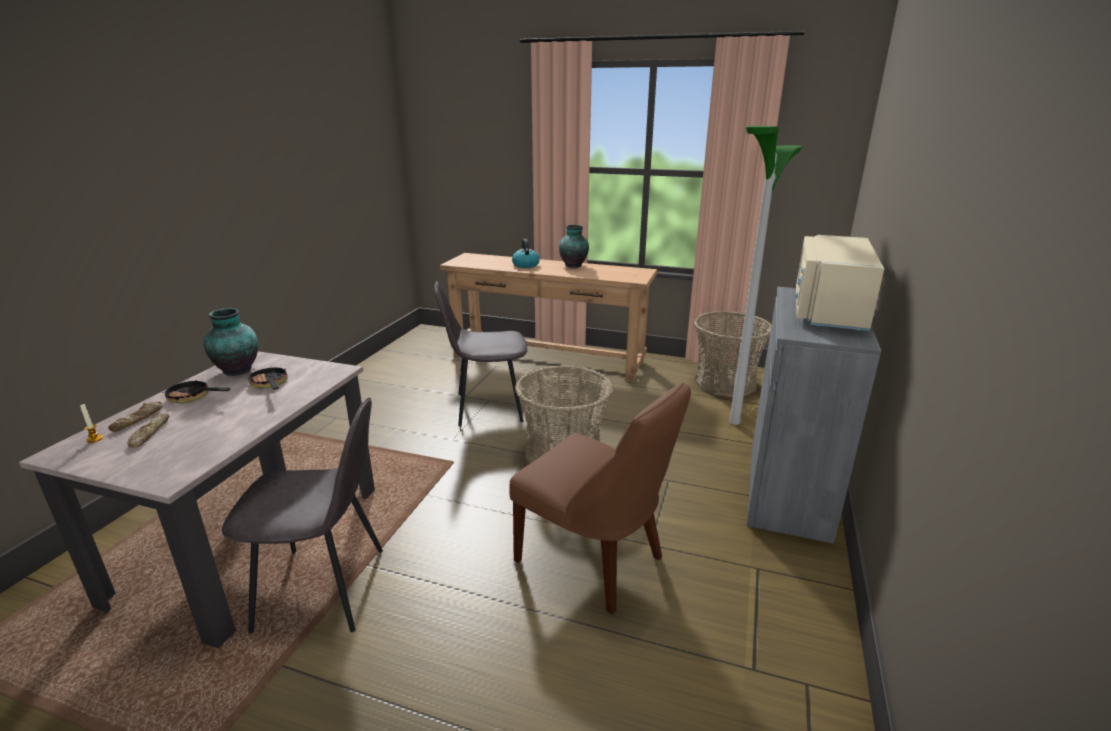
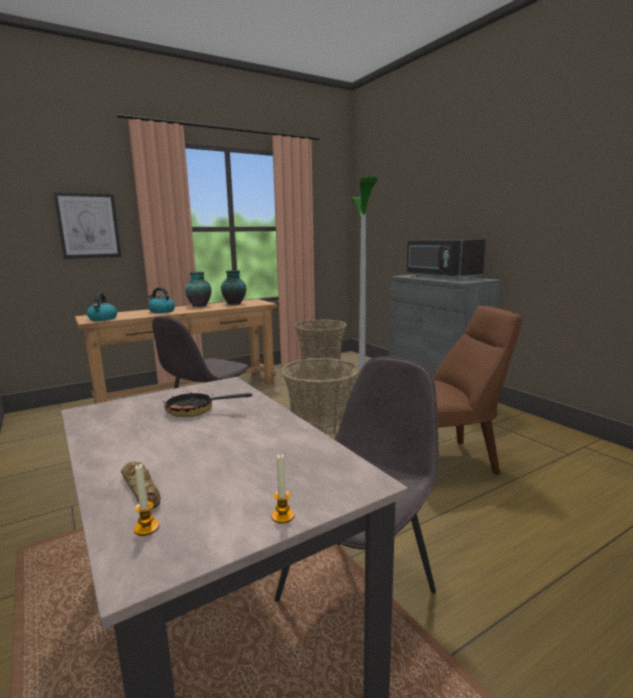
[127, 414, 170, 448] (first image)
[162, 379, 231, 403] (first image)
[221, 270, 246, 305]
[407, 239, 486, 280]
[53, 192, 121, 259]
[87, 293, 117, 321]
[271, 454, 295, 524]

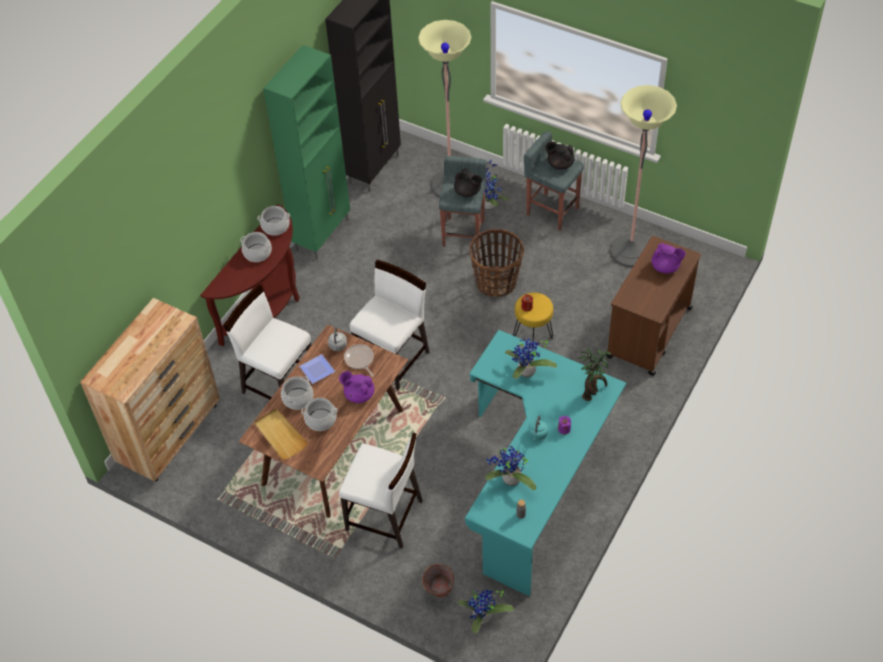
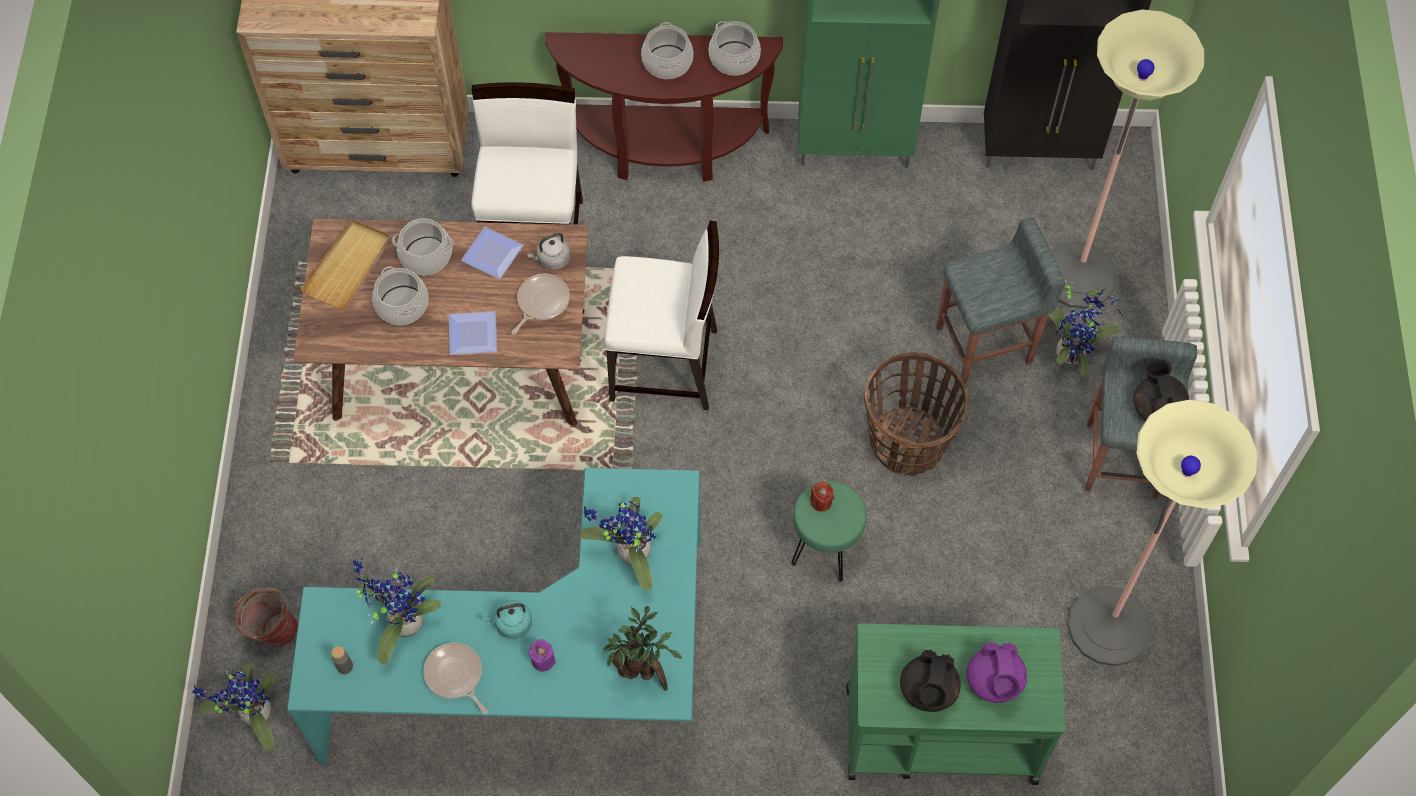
[449, 311, 497, 355]
[339, 432, 423, 548] (first image)
[900, 649, 961, 712]
[792, 481, 867, 582]
[846, 623, 1066, 785]
[423, 643, 488, 714]

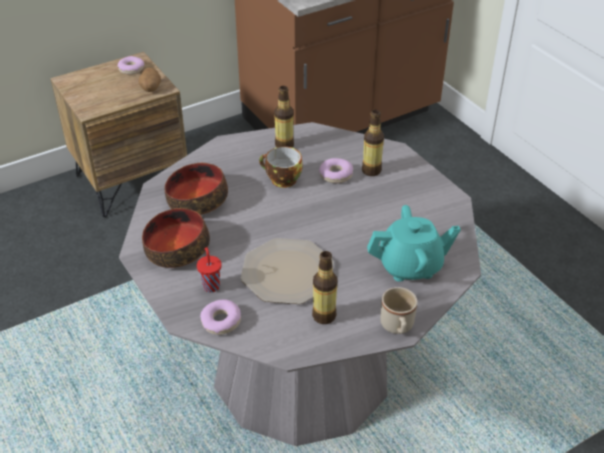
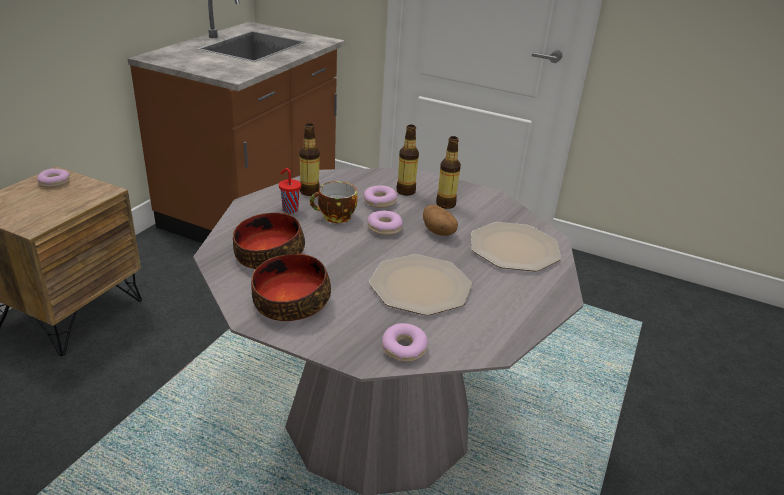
[423, 205, 458, 236]
[279, 168, 301, 213]
[436, 136, 461, 209]
[471, 222, 561, 271]
[380, 287, 417, 334] (first image)
[367, 211, 403, 235]

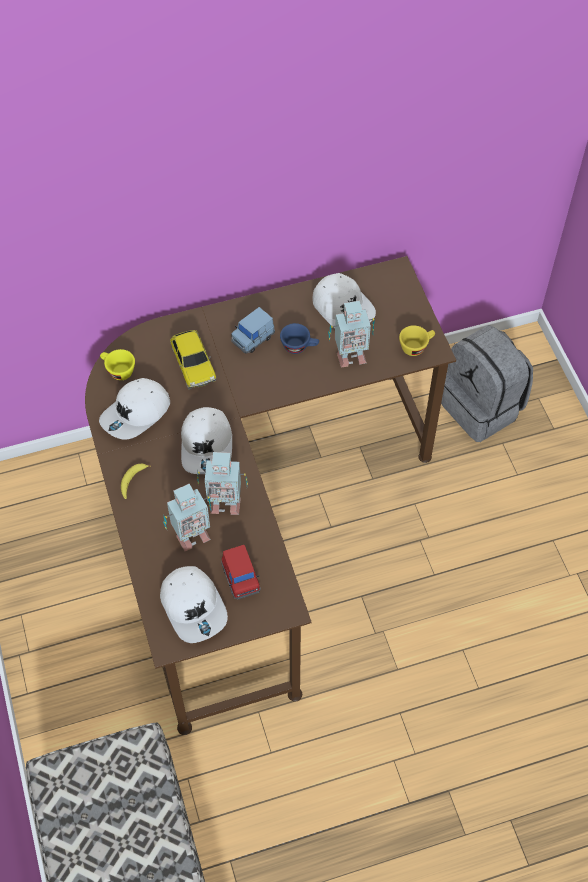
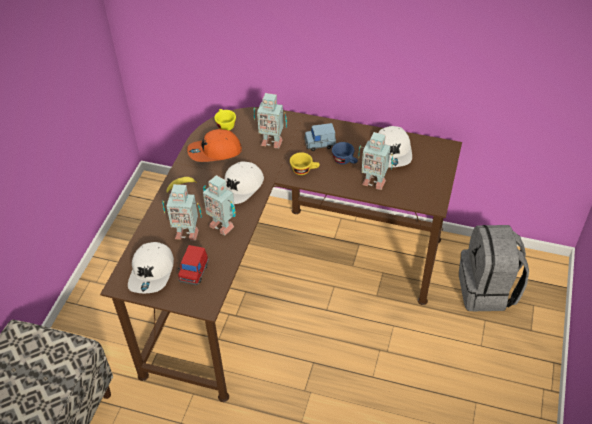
[187, 129, 242, 162]
[253, 93, 287, 148]
[290, 152, 320, 175]

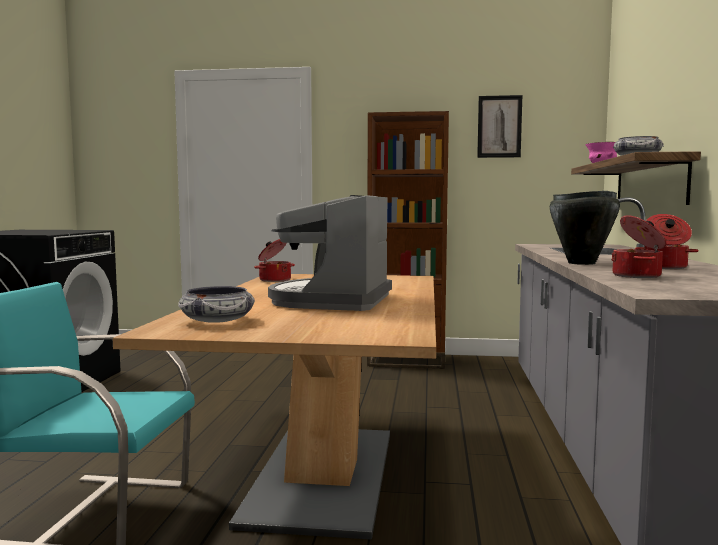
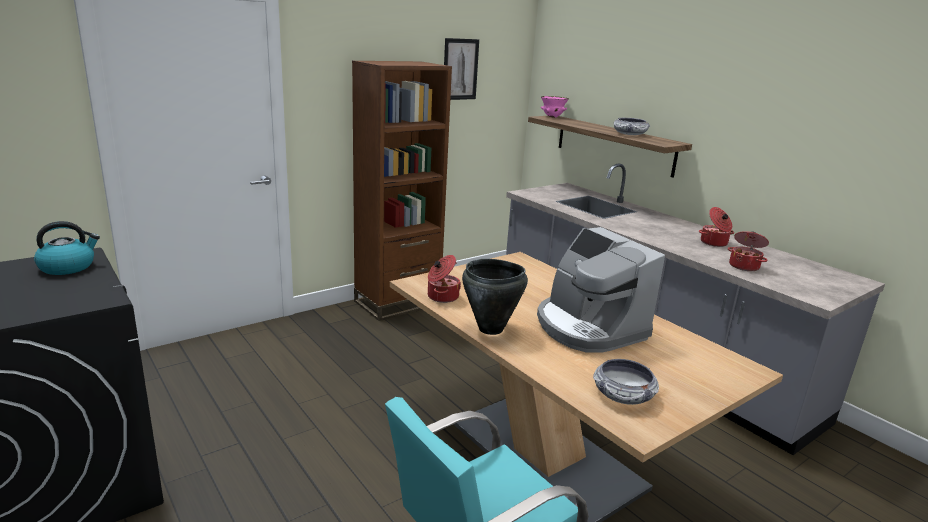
[462, 259, 528, 335]
[34, 221, 100, 275]

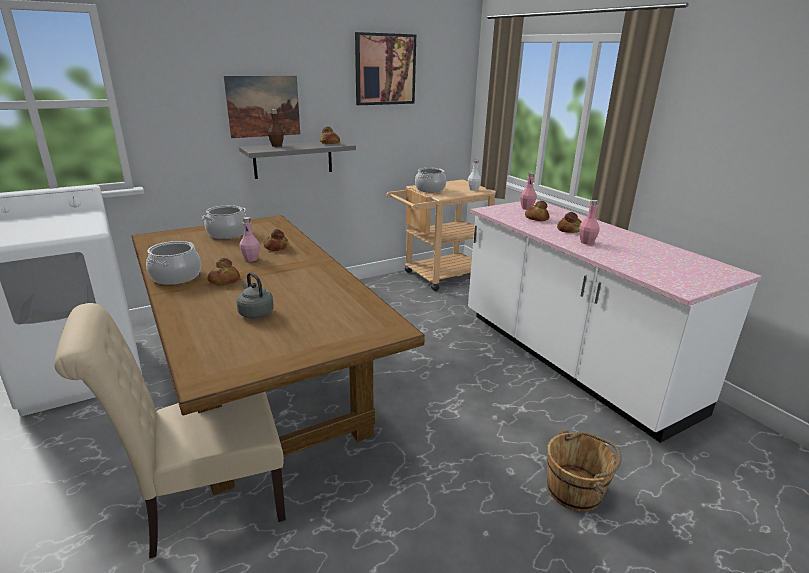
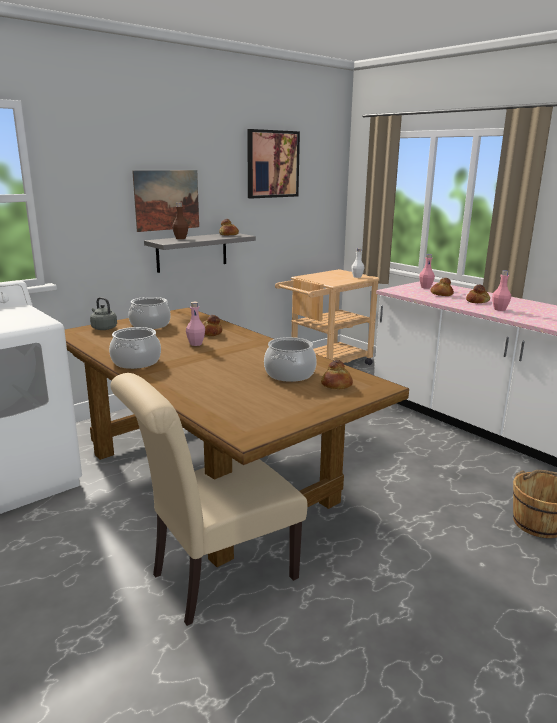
[321, 360, 353, 389]
[90, 297, 117, 330]
[264, 337, 317, 382]

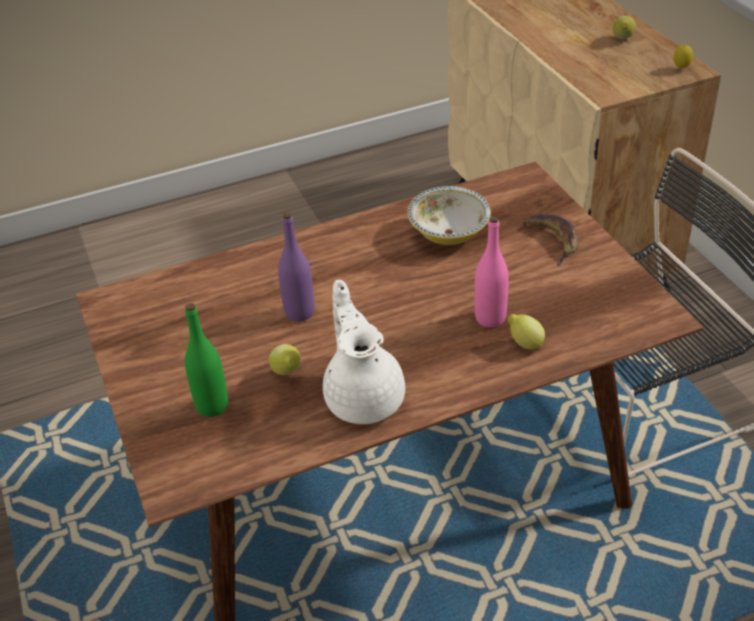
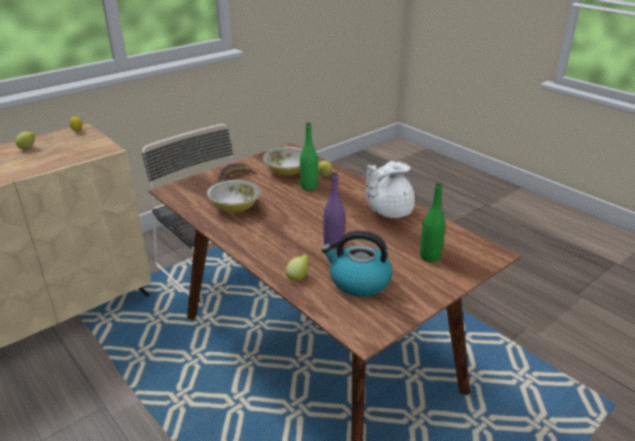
[286, 255, 309, 282]
[300, 123, 318, 191]
[263, 147, 303, 176]
[321, 230, 392, 297]

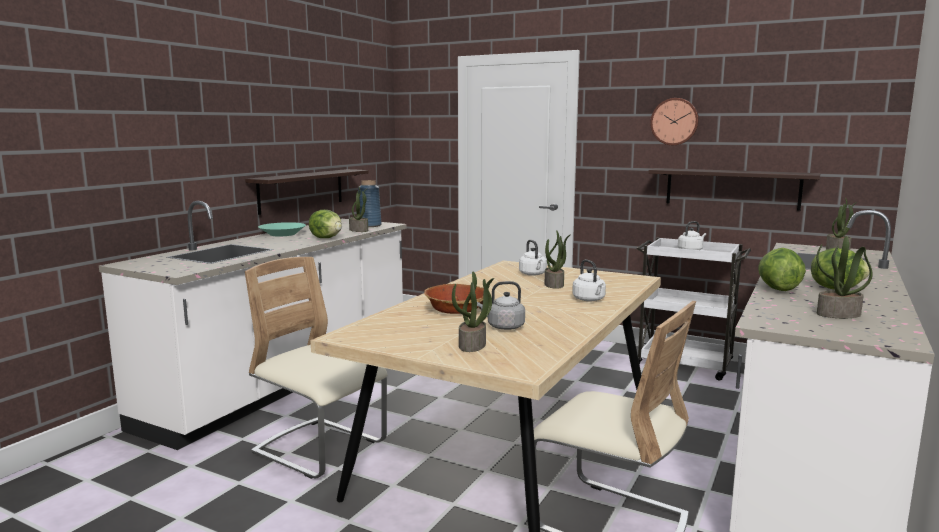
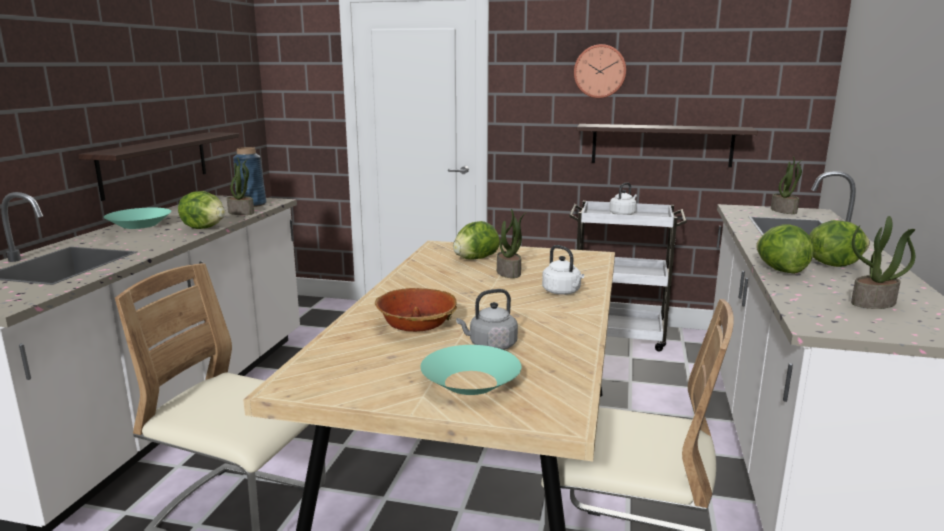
[420, 345, 521, 395]
[453, 221, 500, 259]

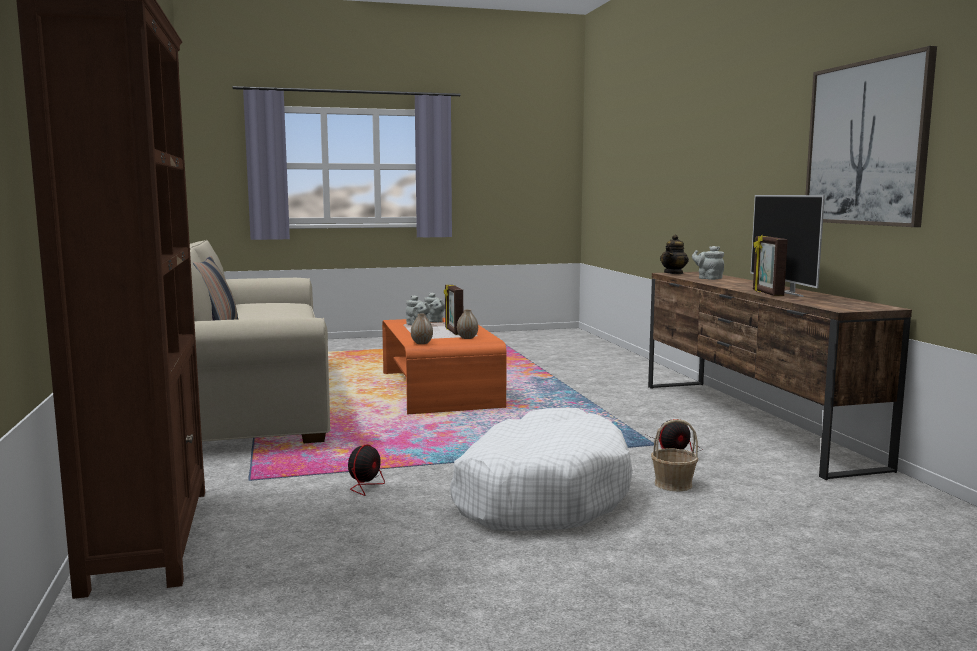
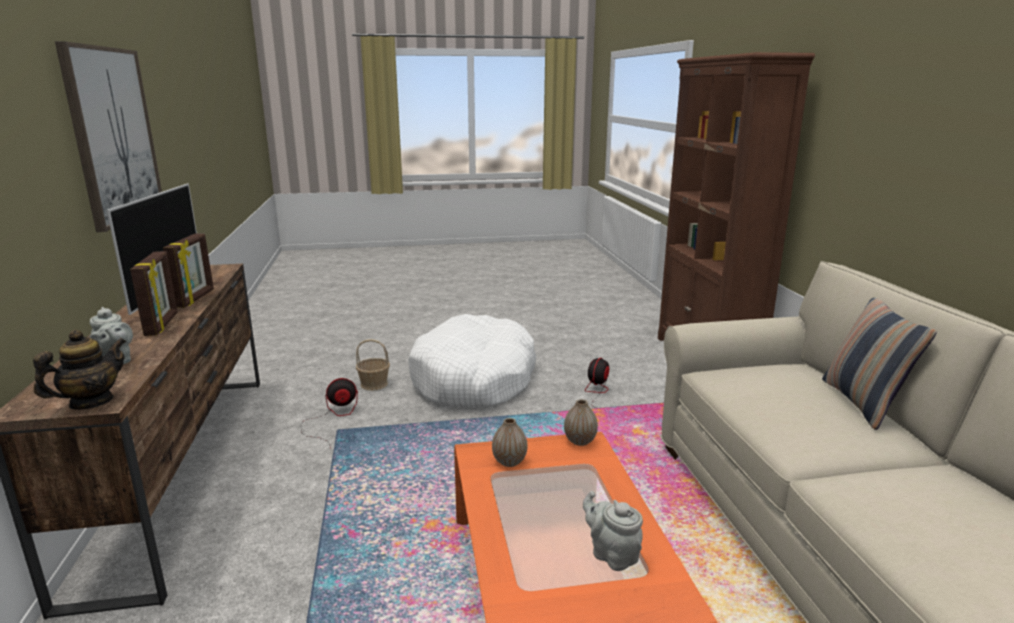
[424, 293, 445, 322] (first image)
[130, 251, 178, 336]

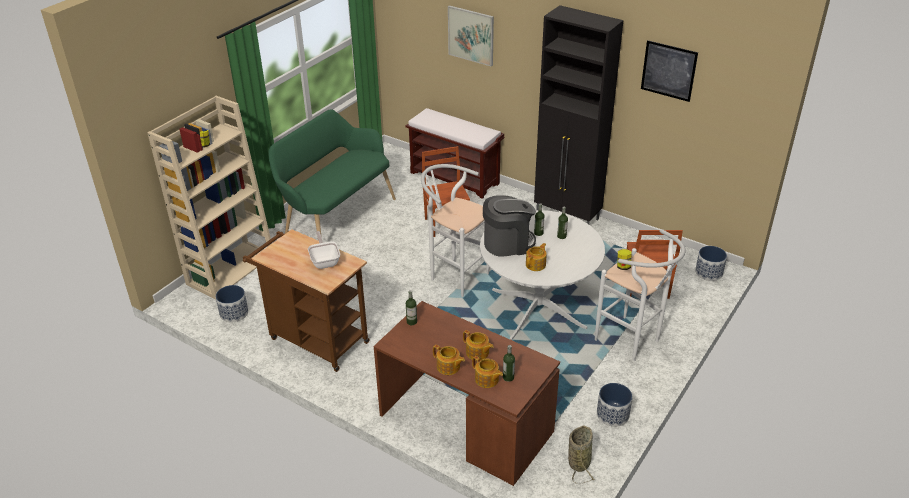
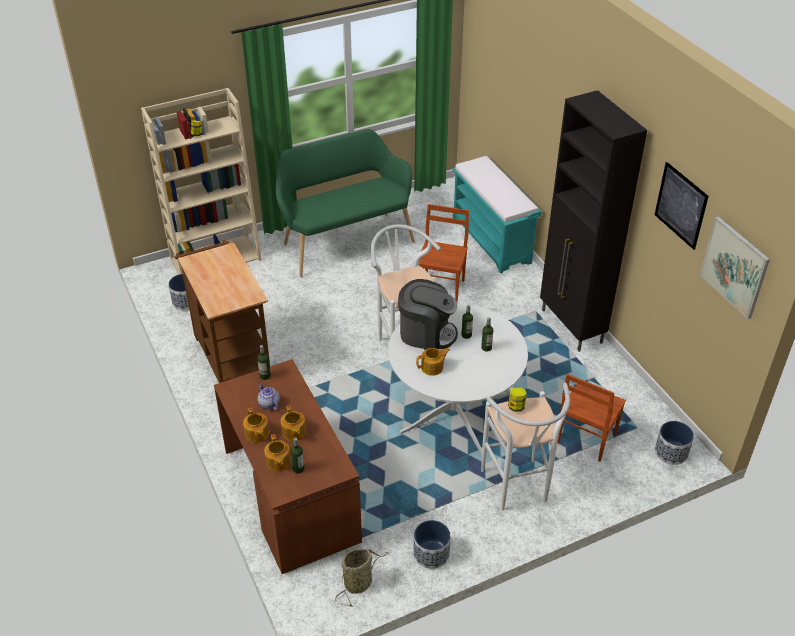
[308, 231, 340, 269] (first image)
[452, 156, 542, 273]
[700, 216, 770, 319]
[258, 383, 280, 410]

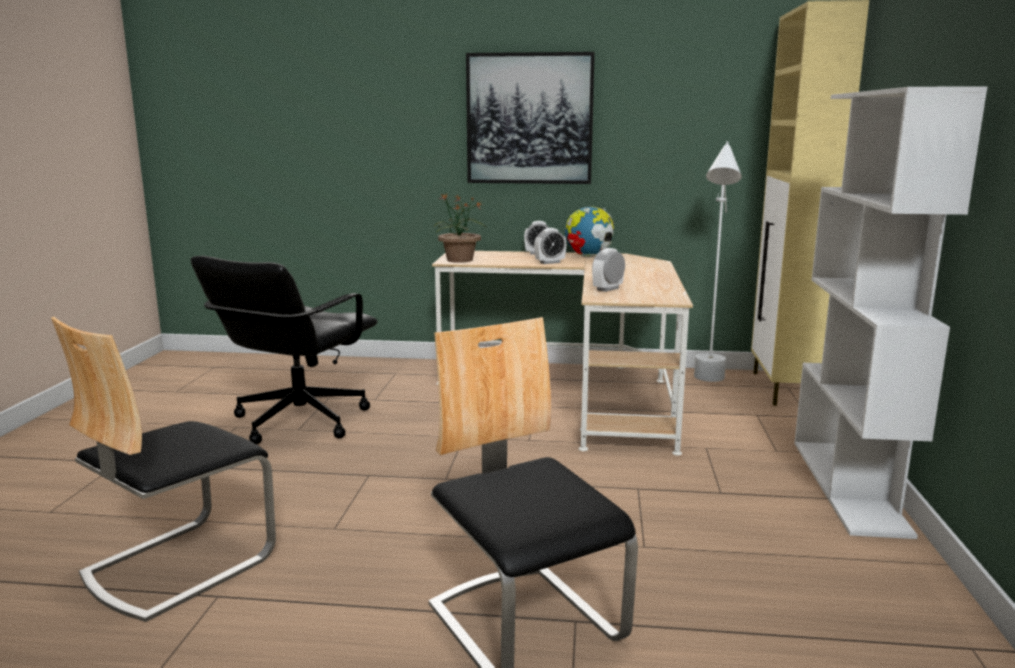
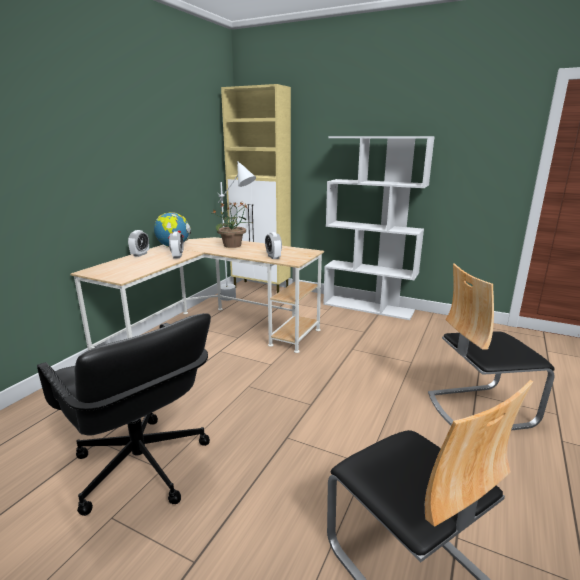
[212, 202, 254, 248]
[466, 52, 595, 184] (first image)

